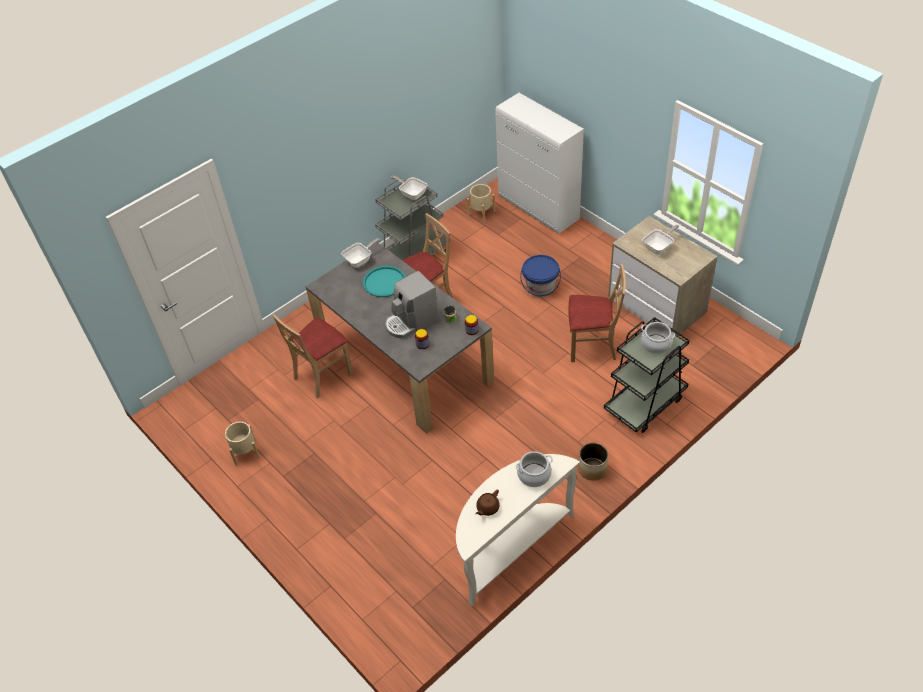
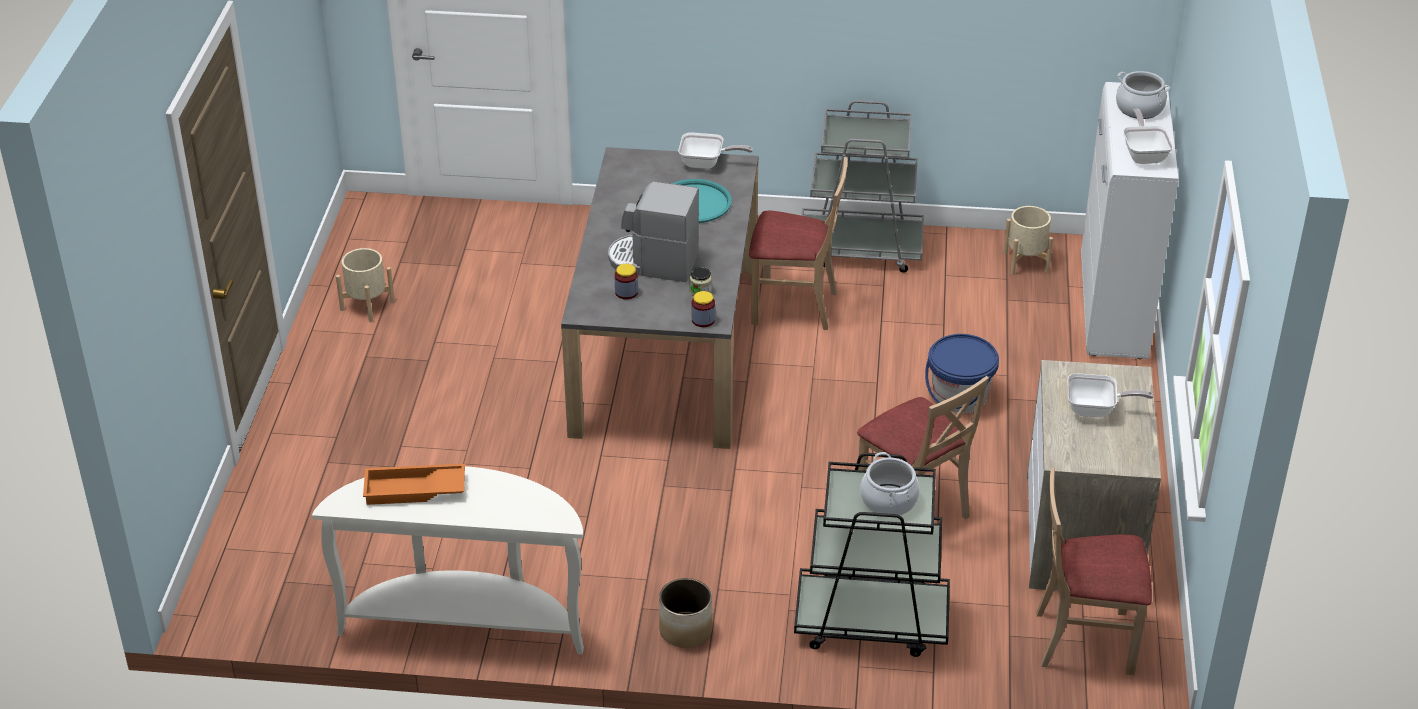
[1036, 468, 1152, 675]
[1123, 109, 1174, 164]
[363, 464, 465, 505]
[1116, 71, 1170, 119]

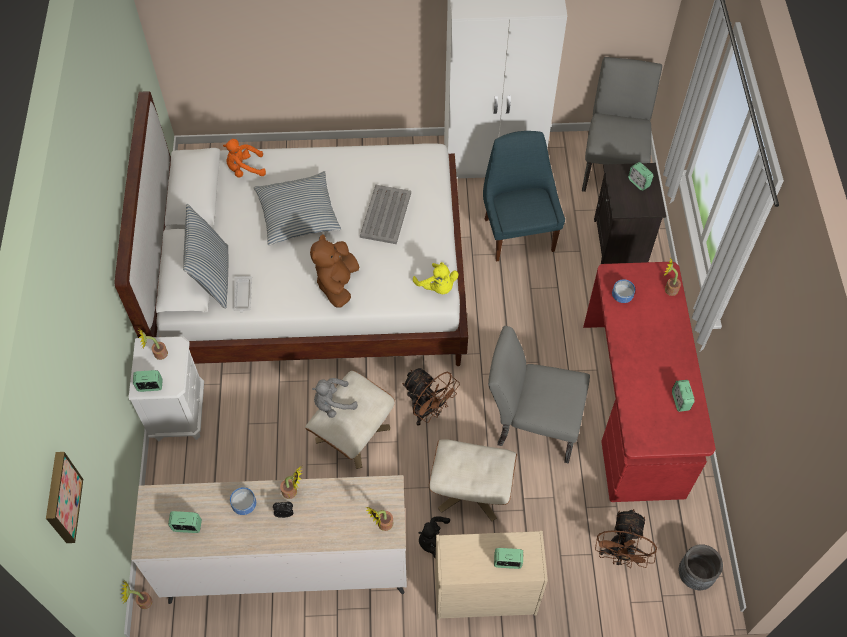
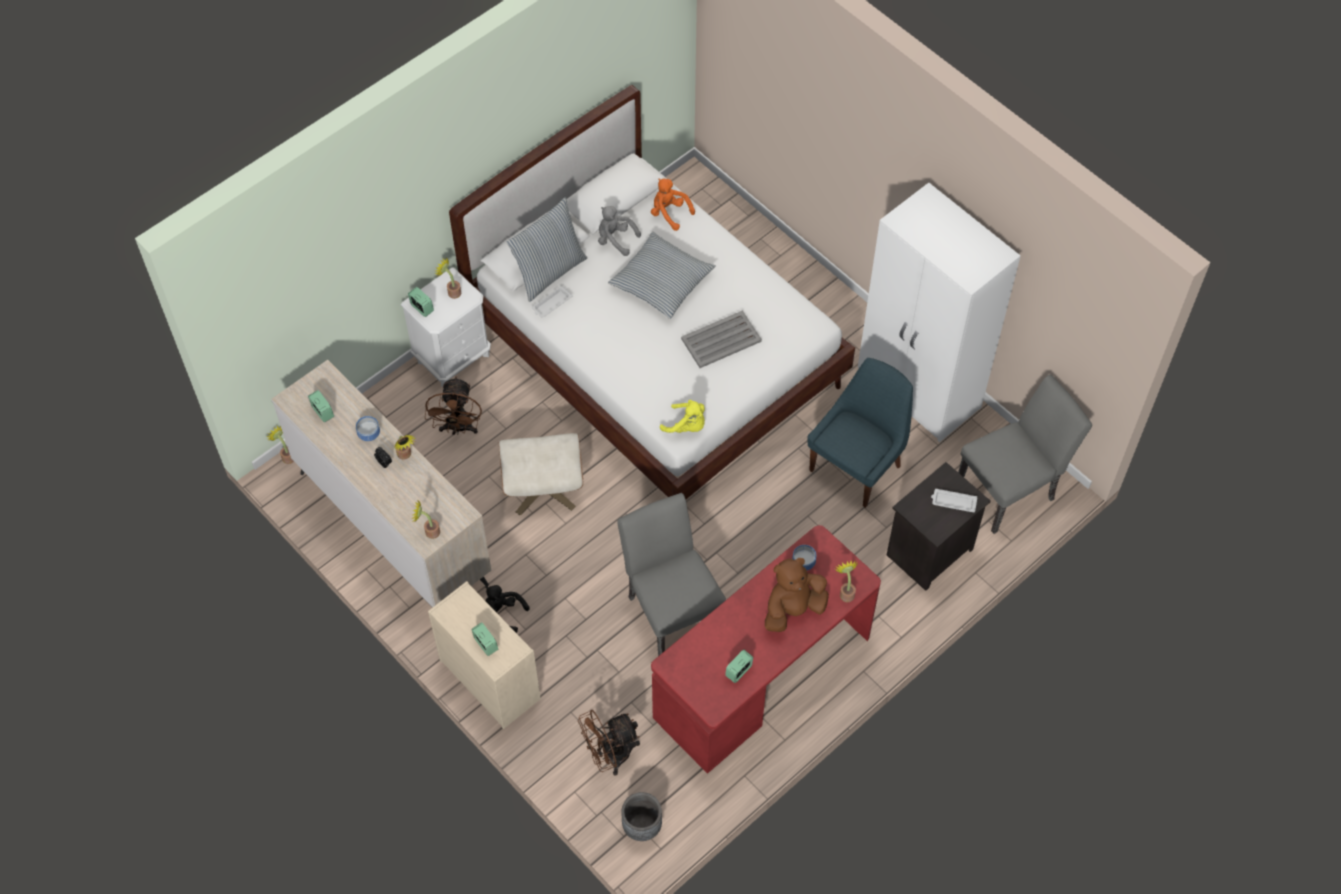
[46, 452, 83, 543] (first image)
[765, 558, 829, 632]
[598, 206, 641, 256]
[425, 376, 482, 435]
[660, 400, 705, 433]
[429, 439, 517, 521] (first image)
[931, 489, 977, 512]

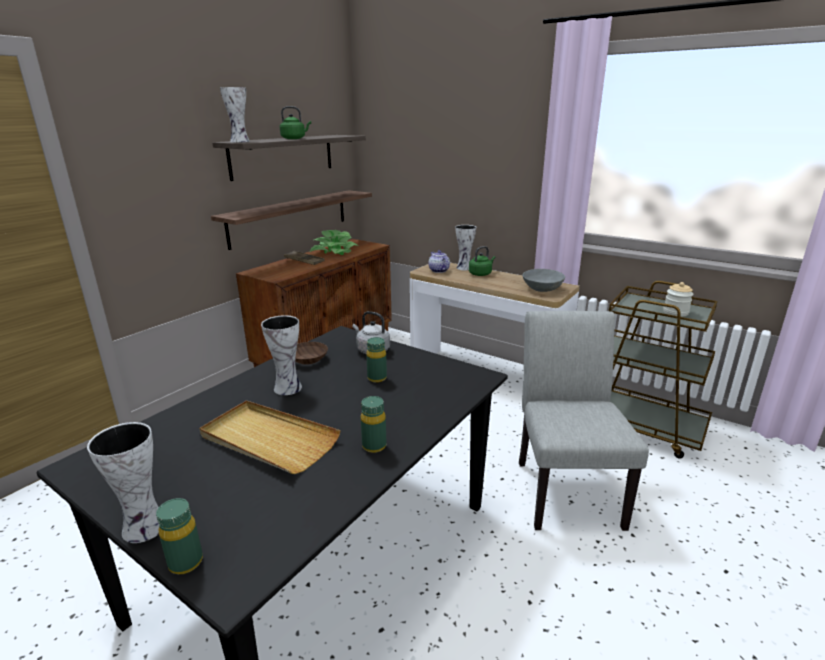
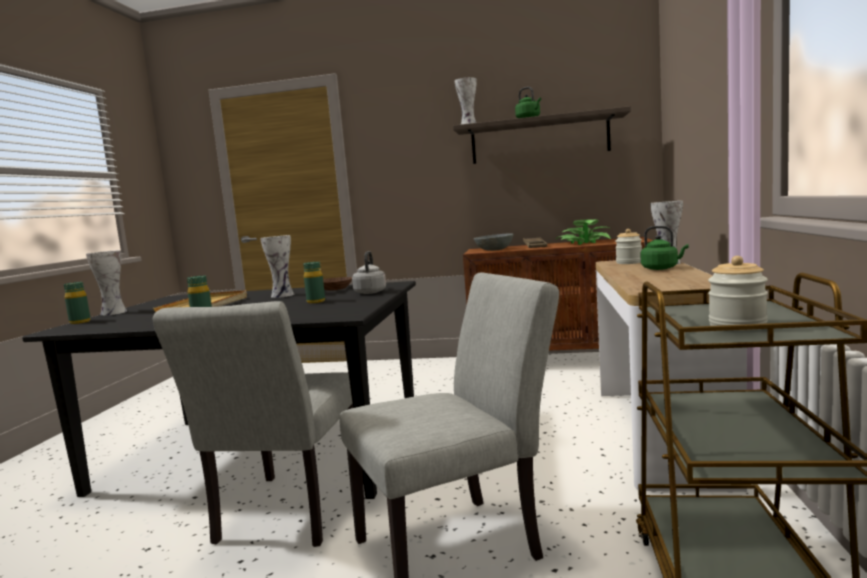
[211, 190, 372, 250] (first image)
[615, 229, 642, 264]
[474, 233, 514, 251]
[153, 301, 353, 547]

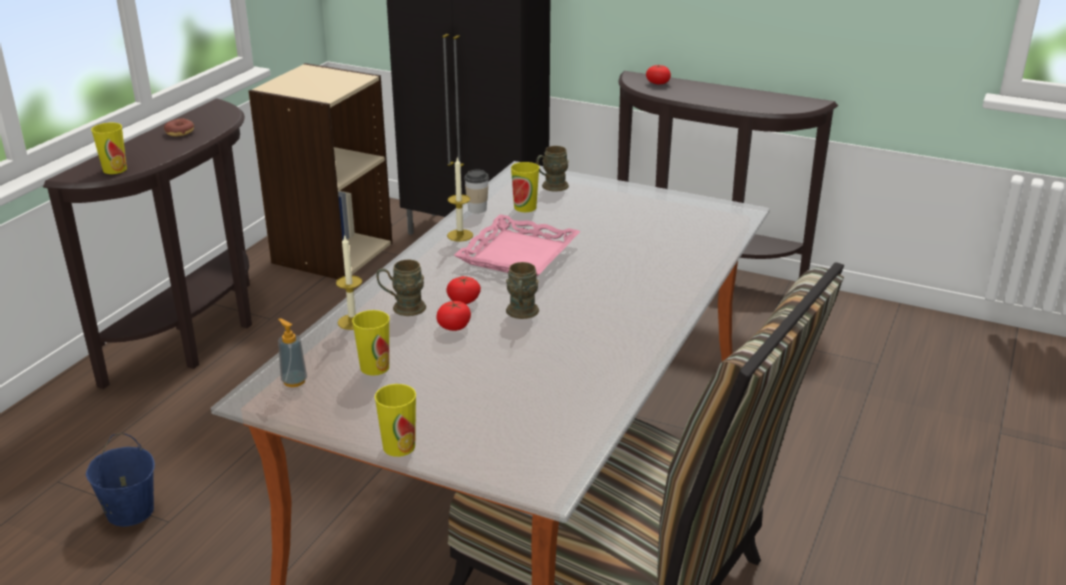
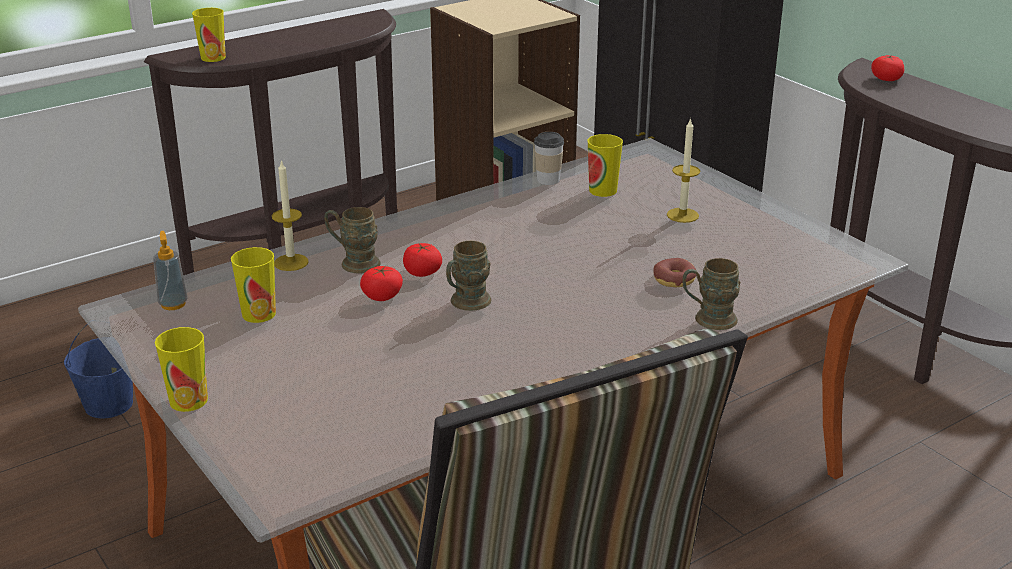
[653, 258, 697, 287]
[667, 118, 700, 223]
[454, 214, 581, 277] (first image)
[683, 258, 740, 330]

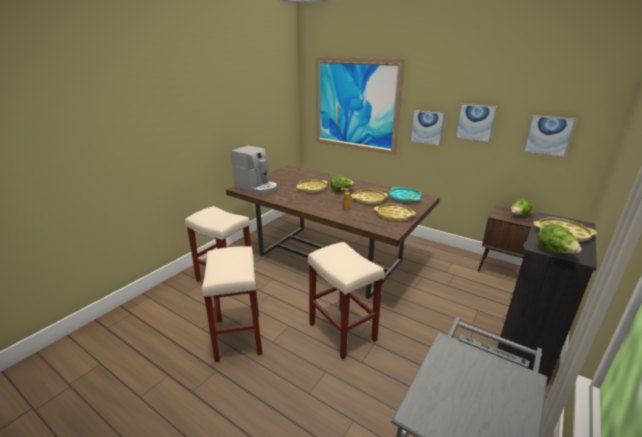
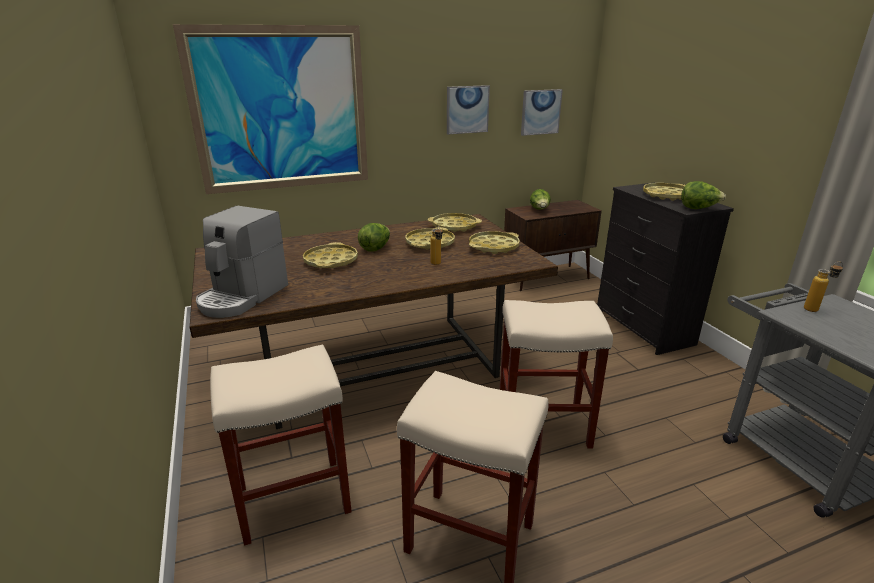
[196, 206, 288, 318]
[428, 213, 482, 232]
[410, 110, 445, 146] (first image)
[804, 262, 843, 312]

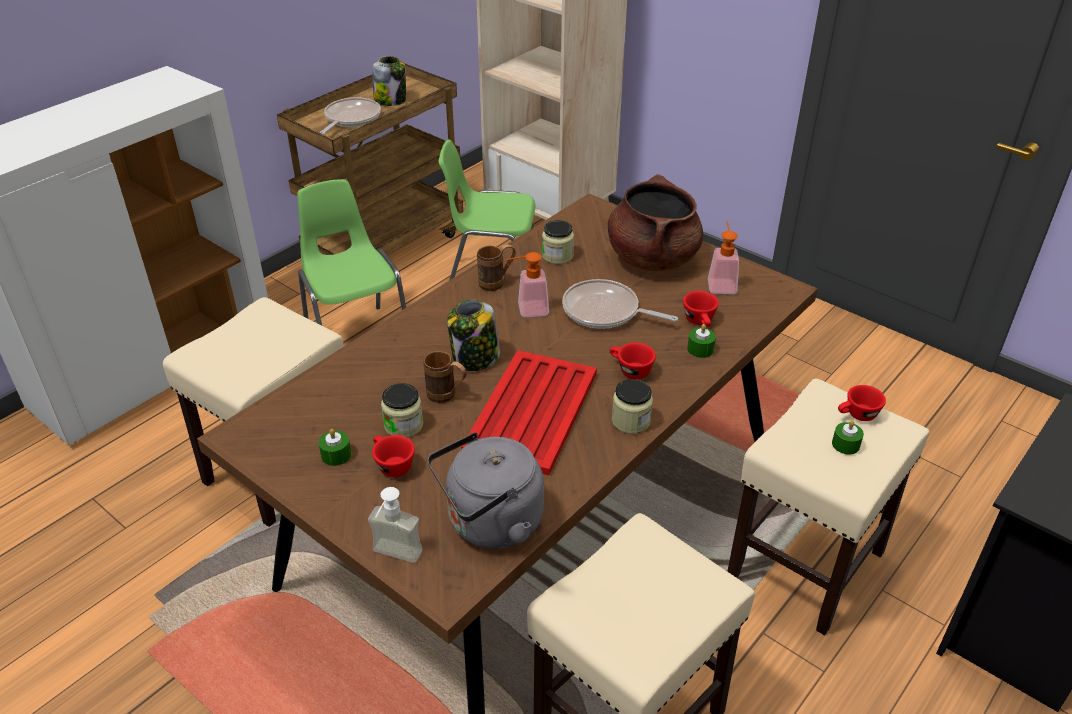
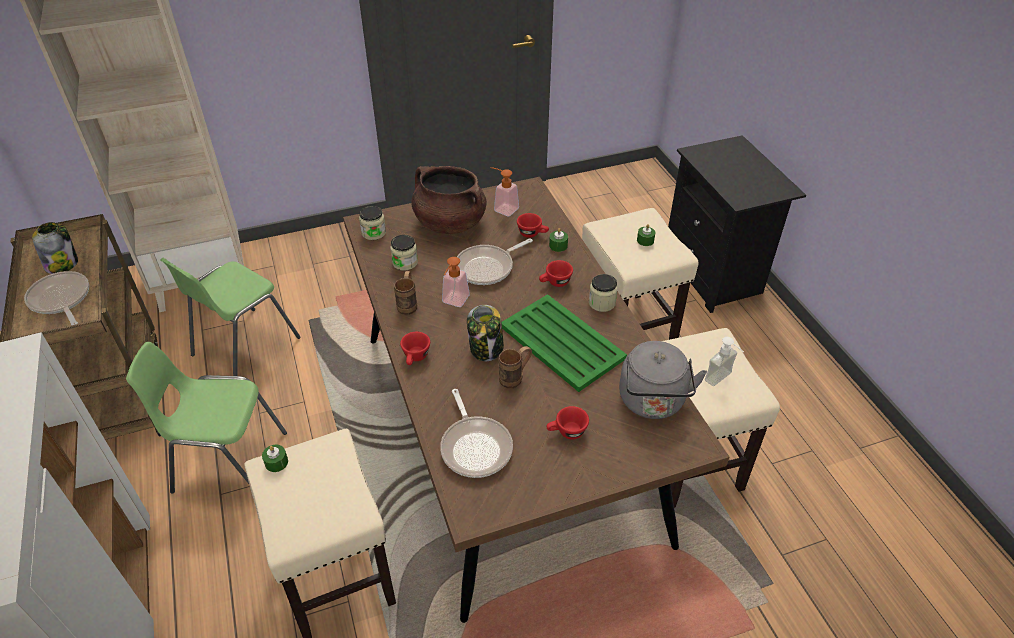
[262, 445, 288, 472]
[705, 337, 744, 386]
[359, 206, 386, 240]
[501, 294, 627, 392]
[400, 332, 430, 365]
[440, 389, 513, 478]

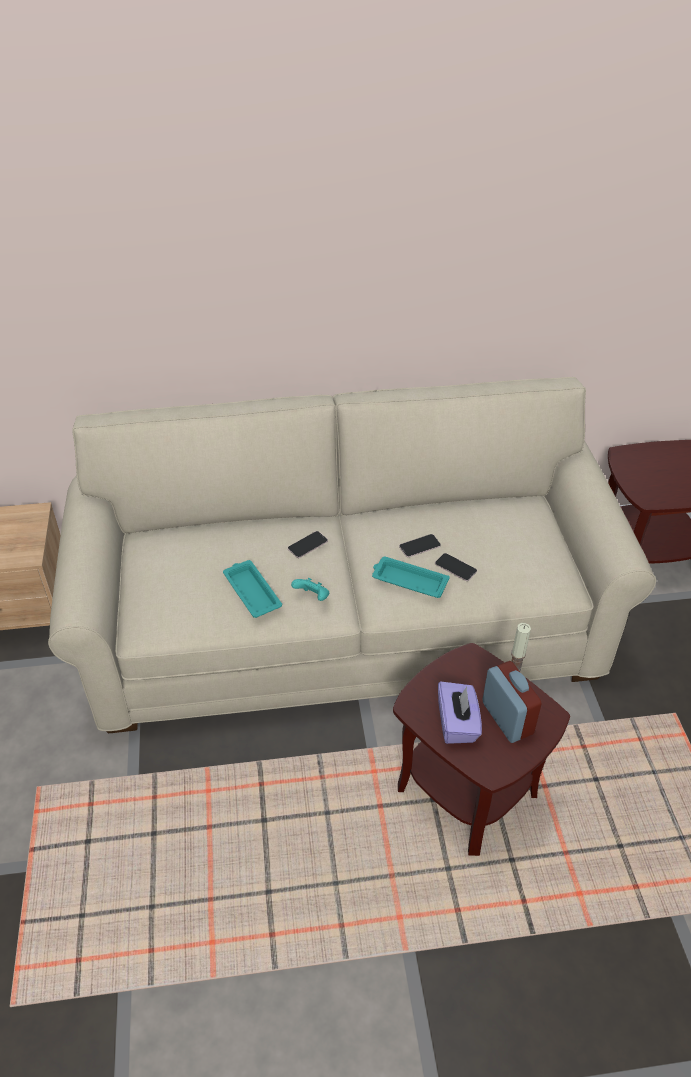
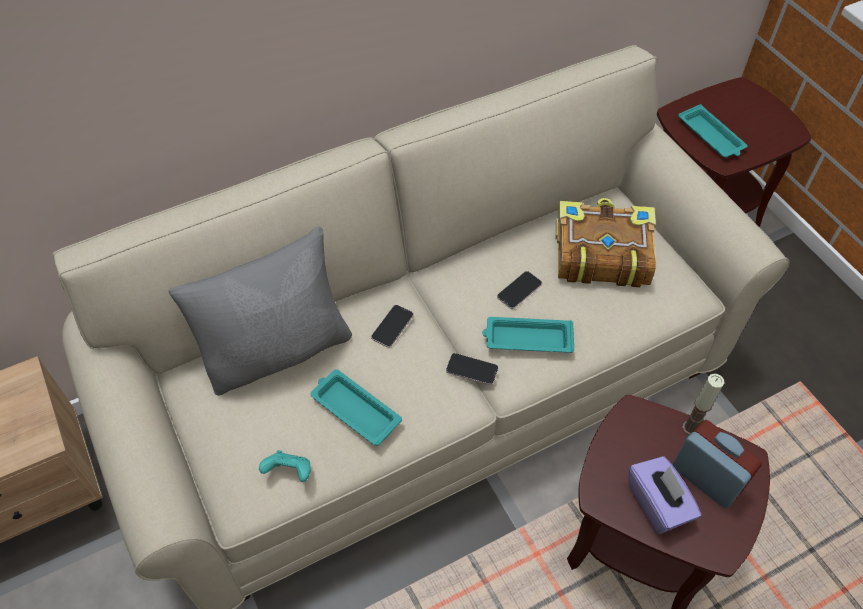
[259, 450, 311, 482]
[446, 353, 498, 385]
[168, 226, 352, 396]
[556, 198, 656, 287]
[678, 104, 747, 158]

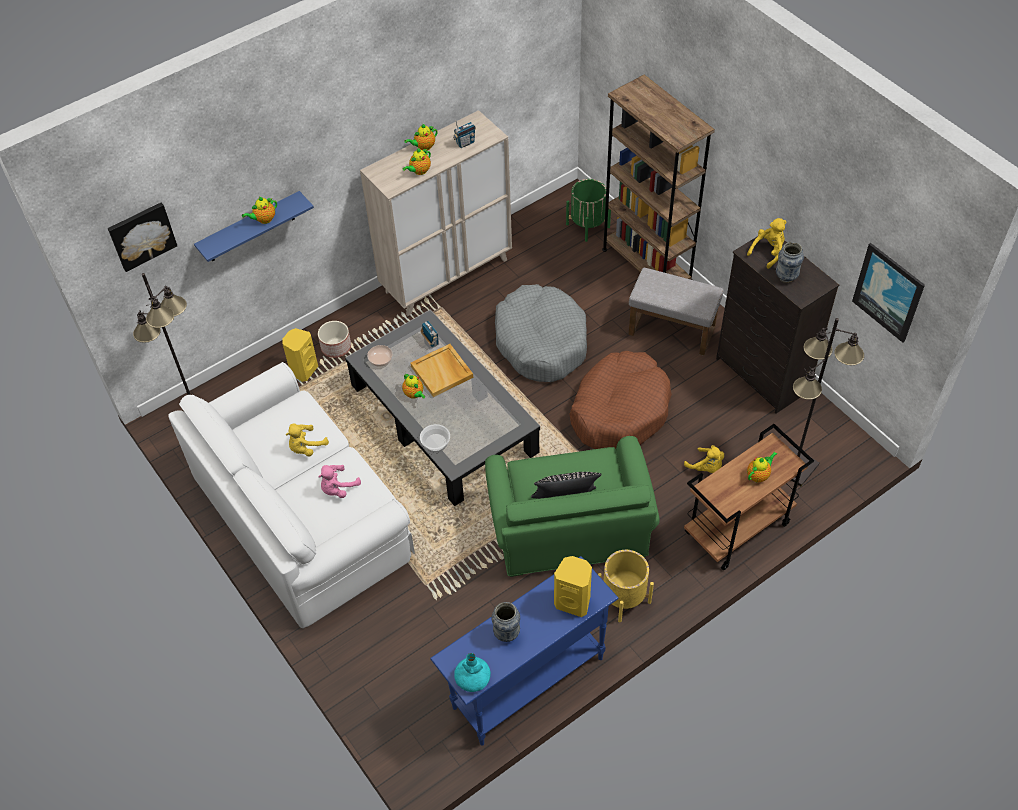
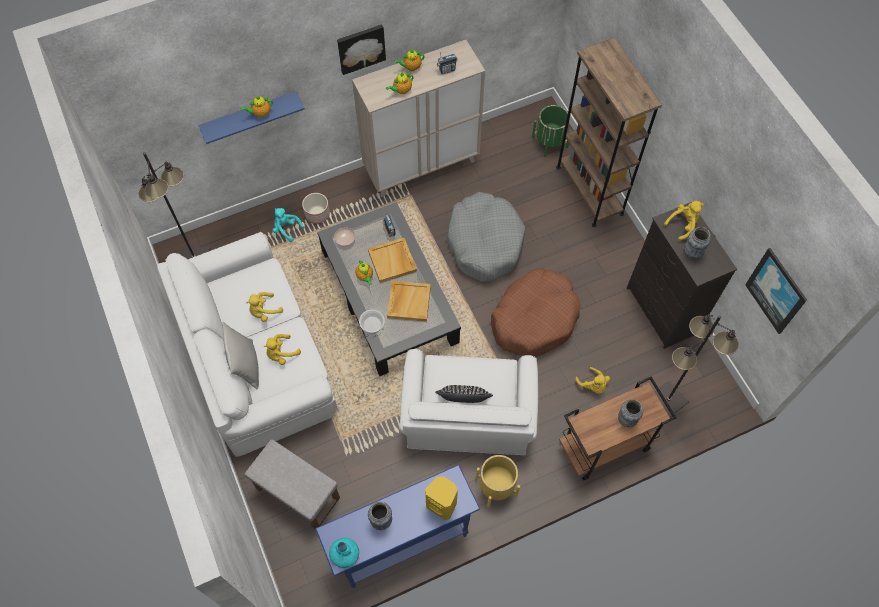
[337, 24, 386, 75]
[273, 208, 304, 242]
[263, 334, 301, 365]
[400, 349, 538, 455]
[245, 439, 340, 530]
[618, 399, 643, 427]
[222, 322, 259, 390]
[387, 281, 431, 322]

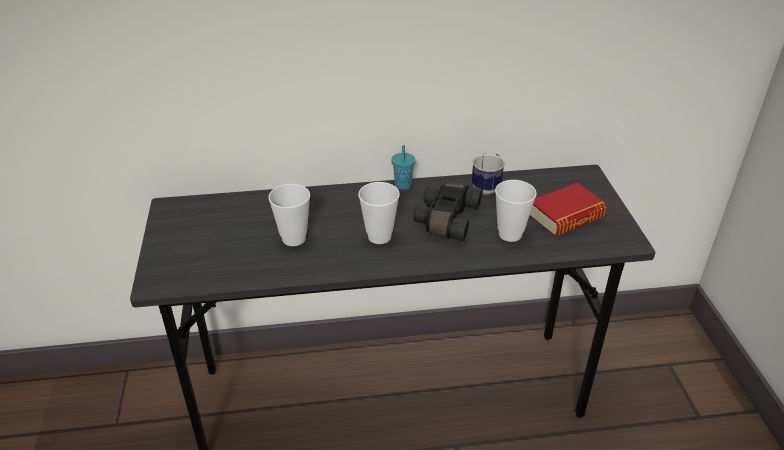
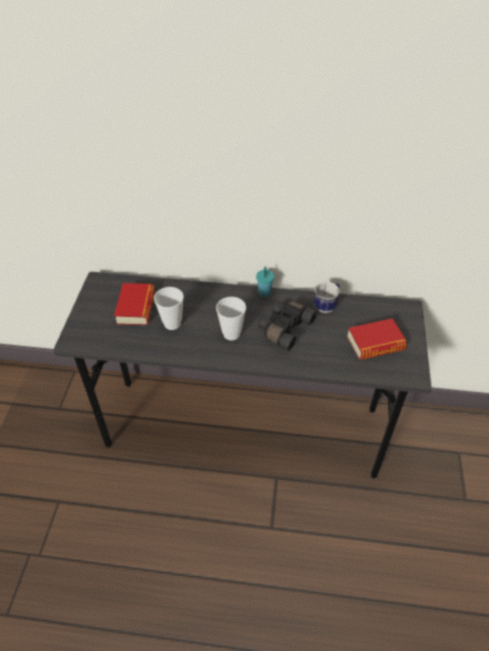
[495, 180, 537, 242] (first image)
[114, 283, 155, 325]

